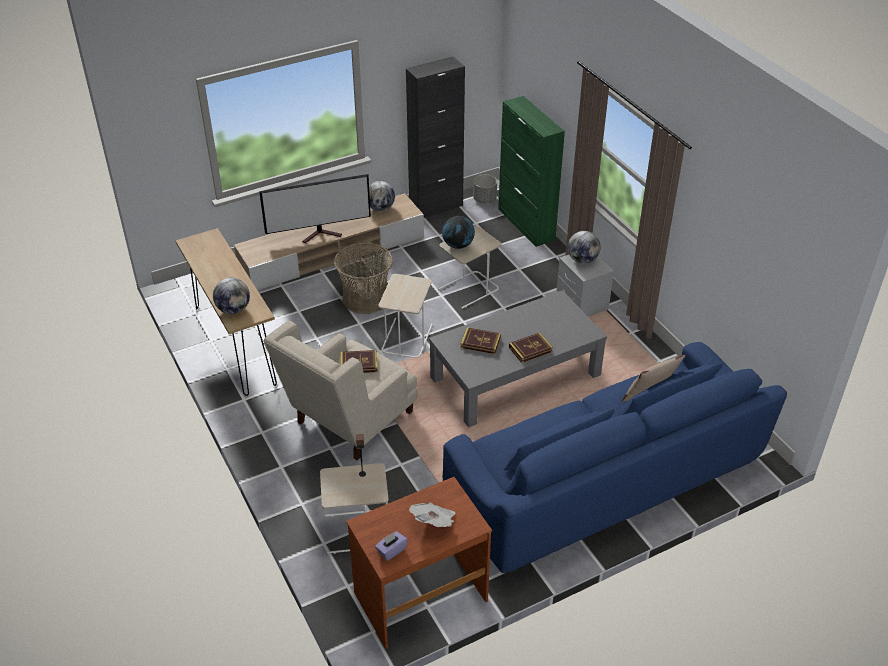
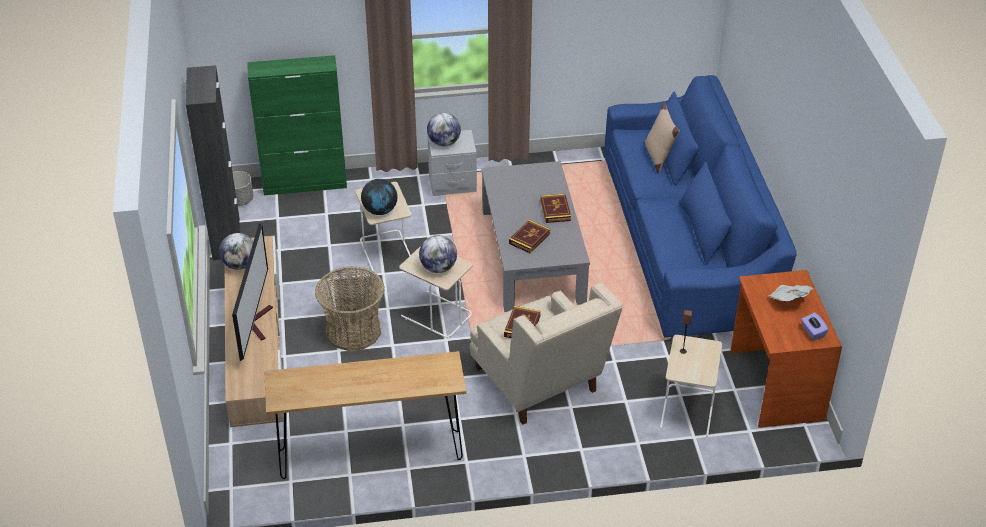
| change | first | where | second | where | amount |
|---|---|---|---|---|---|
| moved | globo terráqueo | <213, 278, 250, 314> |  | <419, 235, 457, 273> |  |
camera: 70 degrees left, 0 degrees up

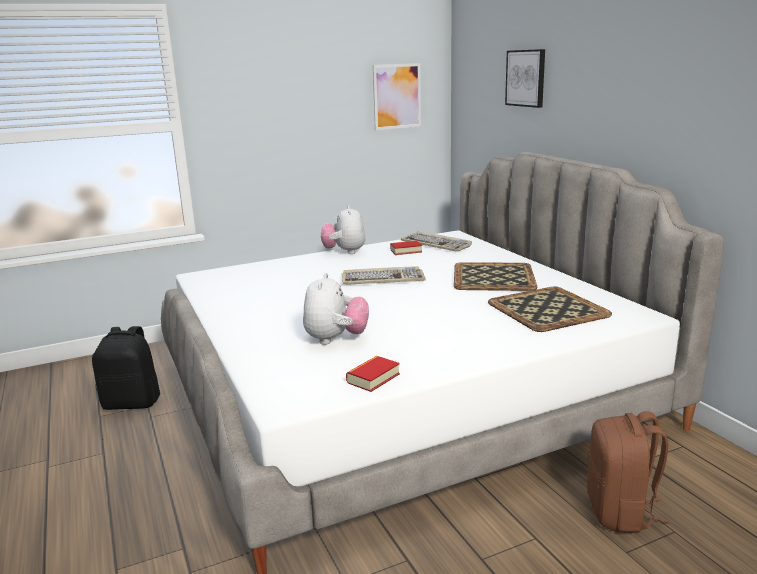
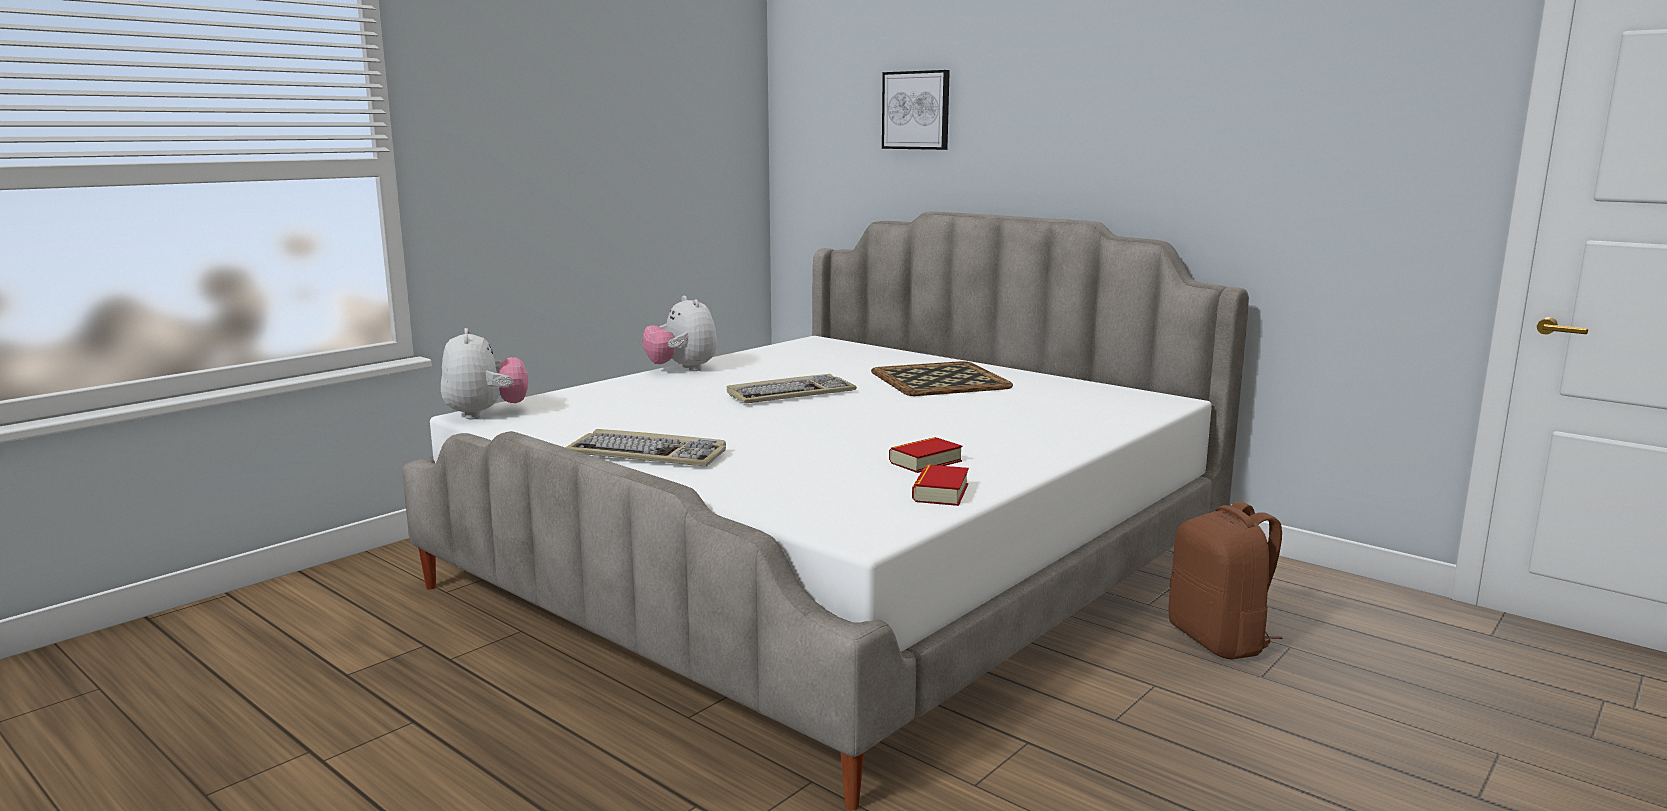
| change | first | where | second | where | amount |
|---|---|---|---|---|---|
| removed | mochila (negro) | <92, 326, 160, 410> |  |  |  |
| moved | peluche | <303, 273, 369, 345> |  | <441, 328, 528, 419> |  |
| removed | cuadro | <373, 63, 421, 130> |  |  |  |
| moved | libro | <390, 241, 422, 255> |  | <889, 437, 962, 473> |  |
| moved | teclado | <401, 231, 472, 252> |  | <565, 429, 726, 466> |  |
| removed | bandeja | <488, 287, 612, 332> |  |  |  |
camera: 25 degrees left, 5 degrees down

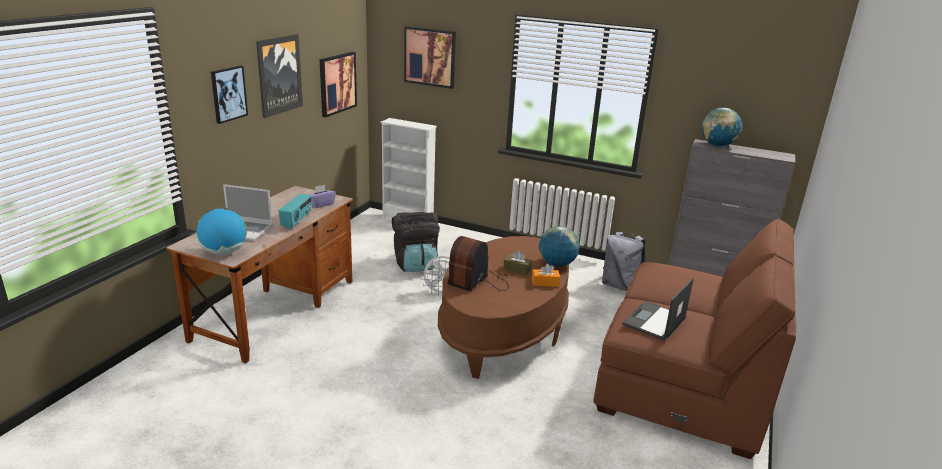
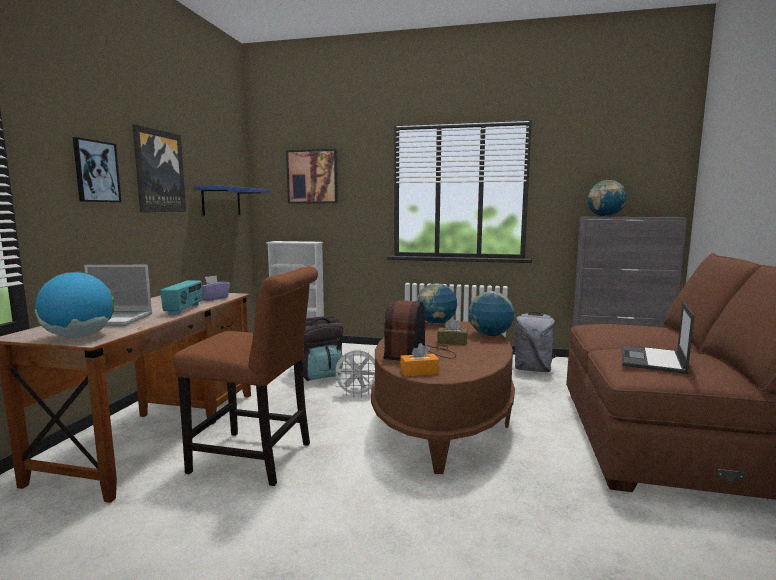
| change | first | where | second | where | amount |
|---|---|---|---|---|---|
| replaced | cuadro | <320, 52, 357, 117> | estante (azul) | <194, 186, 271, 215> |  |
| moved | caja de pañuelos (naranja) | <532, 264, 560, 287> |  | <400, 343, 439, 376> |  |
| added |  |  | silla (marrón) | <173, 266, 318, 486> |  |
| added |  |  | globo terráqueo | <417, 283, 457, 324> |  |
camera: 10 degrees left, 15 degrees down

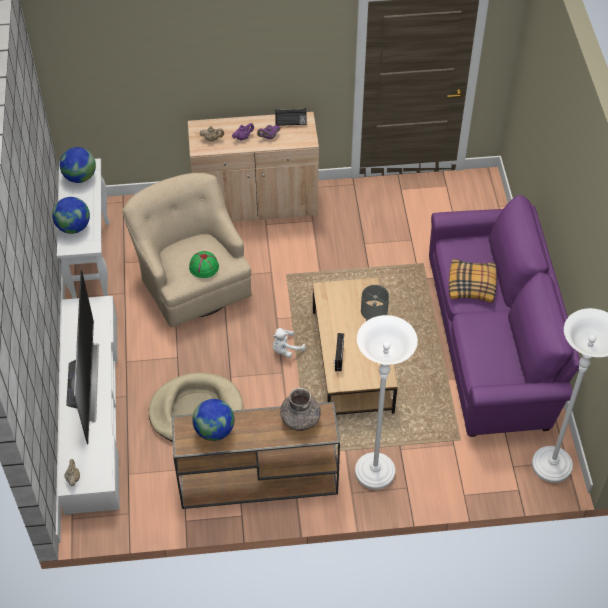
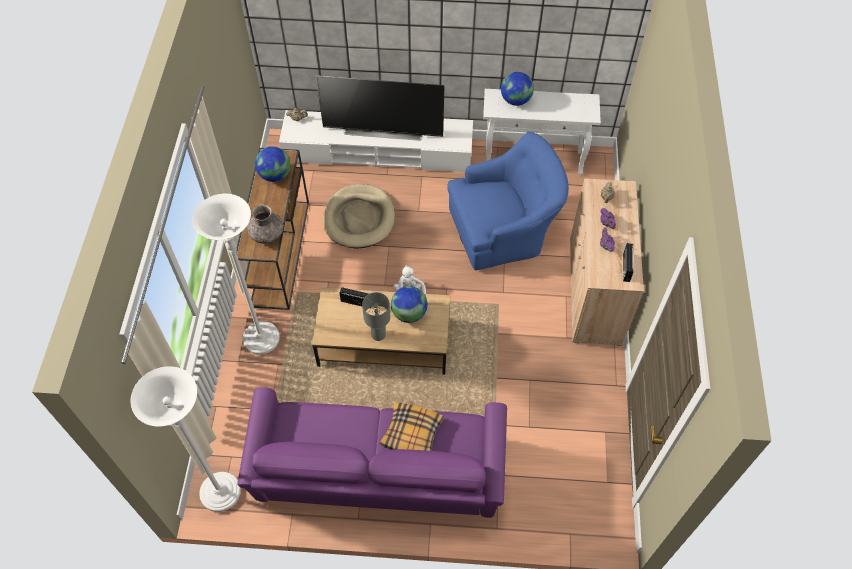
| change | first | where | second | where | amount |
|---|---|---|---|---|---|
| moved | globo terráqueo | <60, 147, 96, 183> |  | <391, 286, 428, 323> |  |
| recoloured | sillón (beis) | <122, 173, 251, 327> | sillón (azul) | <447, 132, 569, 270> |  |
| removed | sombrero (verde) | <189, 251, 219, 278> |  |  |  |
camera: 100 degrees right, 5 degrees up

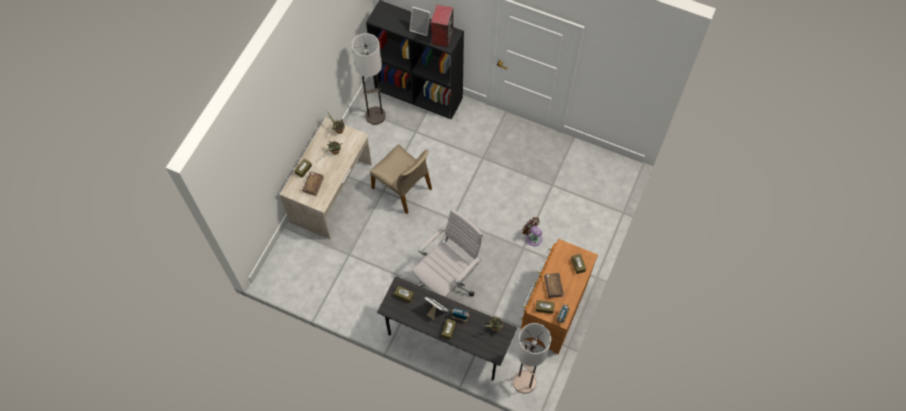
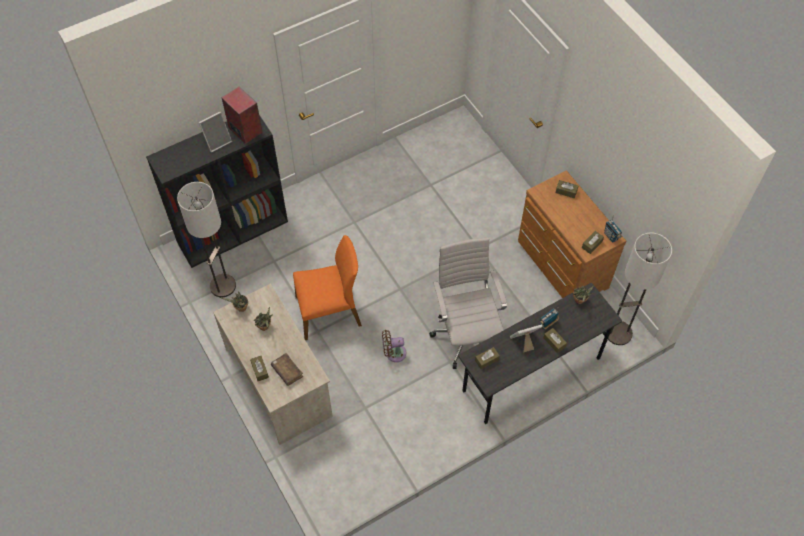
| change | first | where | second | where | amount |
|---|---|---|---|---|---|
| recoloured | silla (beis) | <370, 144, 432, 214> | silla (naranja) | <293, 235, 362, 340> |  |
| moved | ventilador (marrón) | <522, 217, 542, 246> |  | <382, 330, 406, 362> |  |
| removed | libro (marrón) | <544, 273, 564, 298> |  |  |  |
camera: 55 degrees left, 5 degrees down

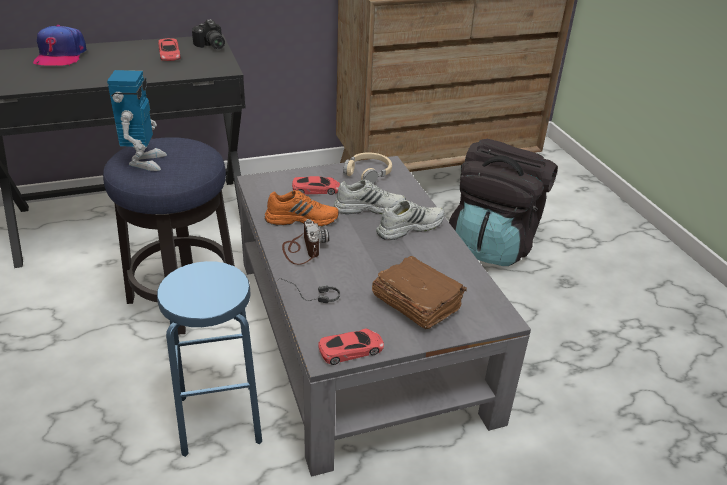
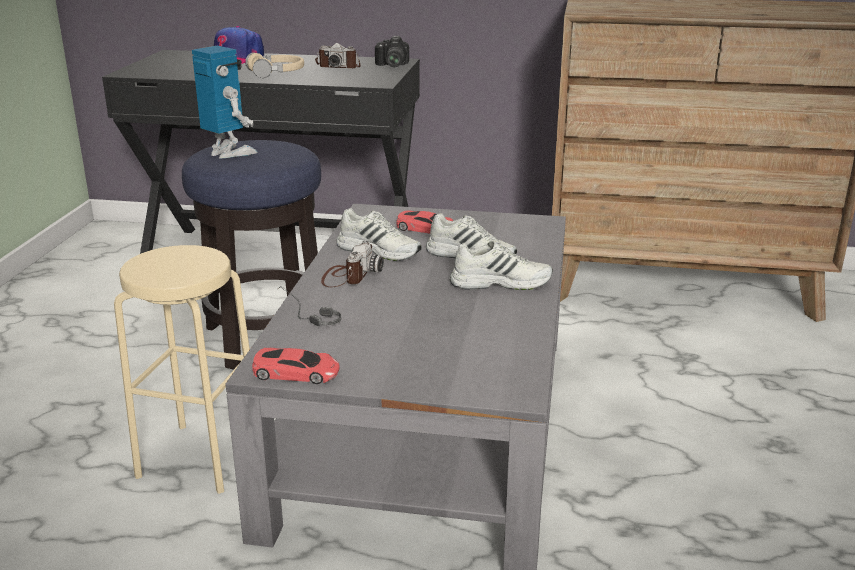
| change | first | where | second | where | amount |
|---|---|---|---|---|---|
| turned | robot de juguete | <107, 70, 167, 171> |  | <192, 46, 257, 159> | 75 degrees counterclockwise |
| recoloured | taburete (azul) | <157, 261, 262, 457> | taburete (beis) | <114, 245, 250, 494> |  |
| replaced | coche de juguete (rojo) | <158, 38, 181, 61> | cámara | <315, 43, 361, 68> |  |
| recoloured | zapato (naranja) | <264, 190, 339, 227> | zapato (blanco) | <337, 208, 422, 261> |  |
| moved | auriculares (beis) | <343, 153, 392, 184> |  | <245, 53, 304, 78> |  |
| removed | libro (marrón) | <372, 256, 467, 329> |  |  |  |
| removed | mochila (negro) | <449, 139, 558, 266> |  |  |  |
camera: 30 degrees right, 10 degrees down

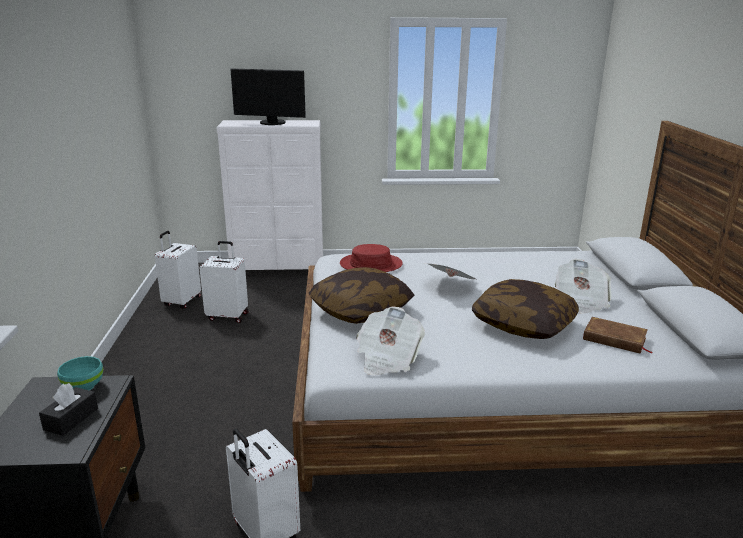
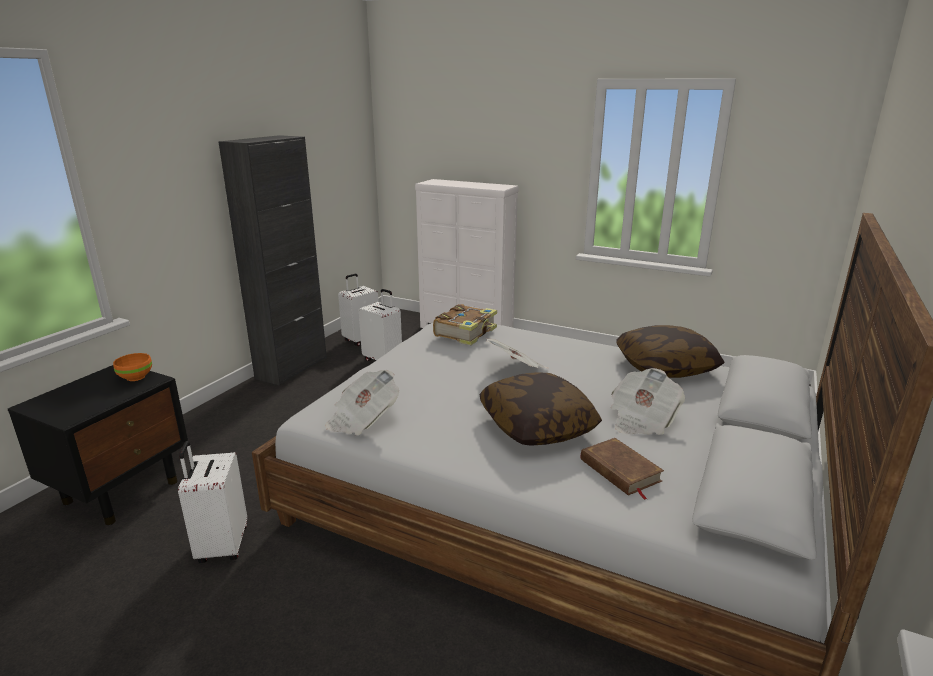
| change | first | where | second | where | amount |
|---|---|---|---|---|---|
| removed | caja de pañuelos (negro) | <39, 383, 98, 436> |  |  |  |
| recoloured | cuenco (turquesa) | <57, 356, 103, 390> | cuenco (naranja) | <113, 353, 152, 381> |  |
| removed | monitor | <230, 68, 306, 125> |  |  |  |
| moved | cojín | <309, 267, 414, 324> |  | <616, 325, 725, 378> |  |
| replaced | sombrero (rojo) | <340, 244, 403, 272> | libro | <433, 304, 497, 345> |  |
| added |  |  | armario (negro) | <219, 135, 327, 386> |  |
camera: 30 degrees right, 0 degrees up

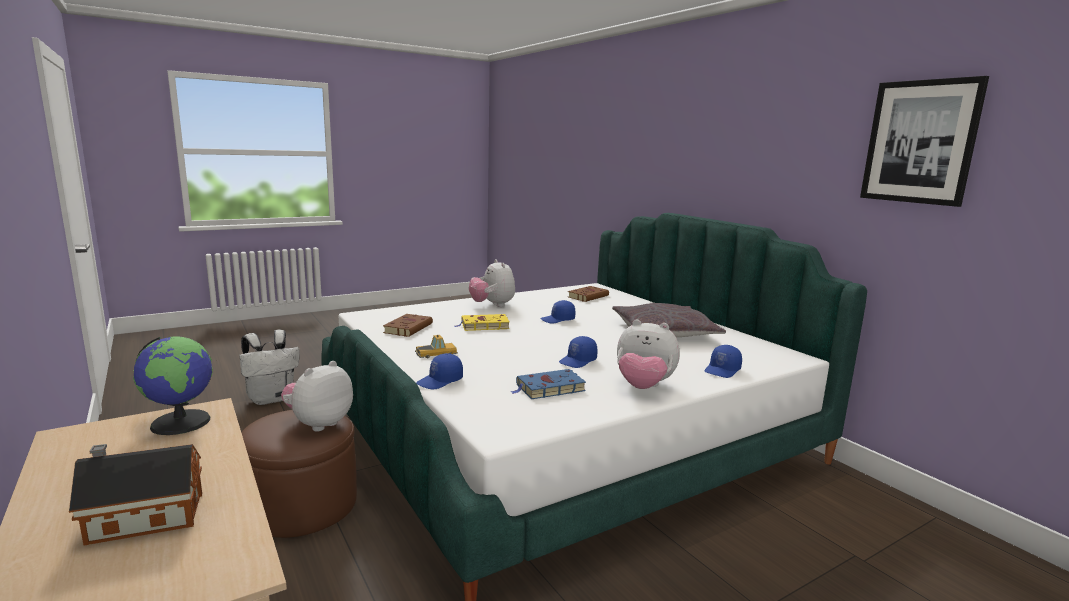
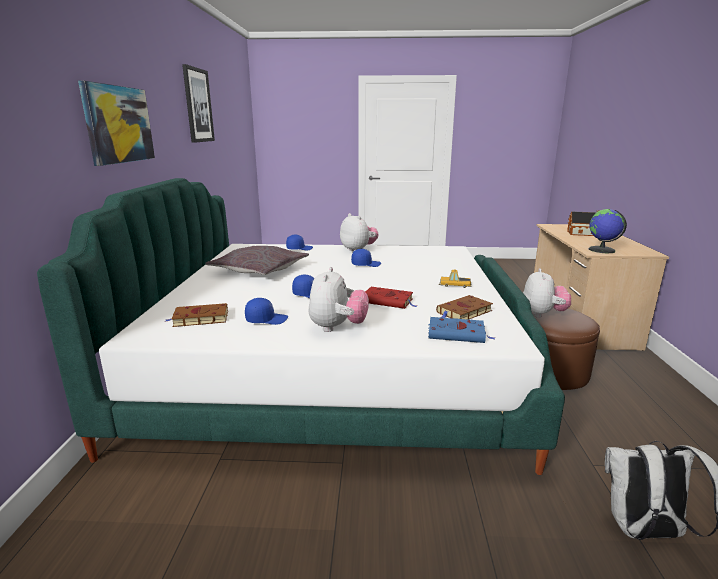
| change | first | where | second | where | amount |
|---|---|---|---|---|---|
| turned | peluche | <281, 361, 353, 432> |  | <523, 268, 571, 318> | 60 degrees counterclockwise |
| moved | gorra (azul) | <416, 353, 463, 390> |  | <245, 298, 288, 325> |  |
| recoloured | libro (amarillo) | <455, 314, 510, 331> | libro (rojo) | <365, 287, 416, 309> |  |
| moved | libro (azul) | <511, 369, 586, 399> |  | <428, 317, 495, 343> |  |
| added |  |  | cuadro | <78, 81, 155, 166> |  |
camera: 145 degrees left, 5 degrees up

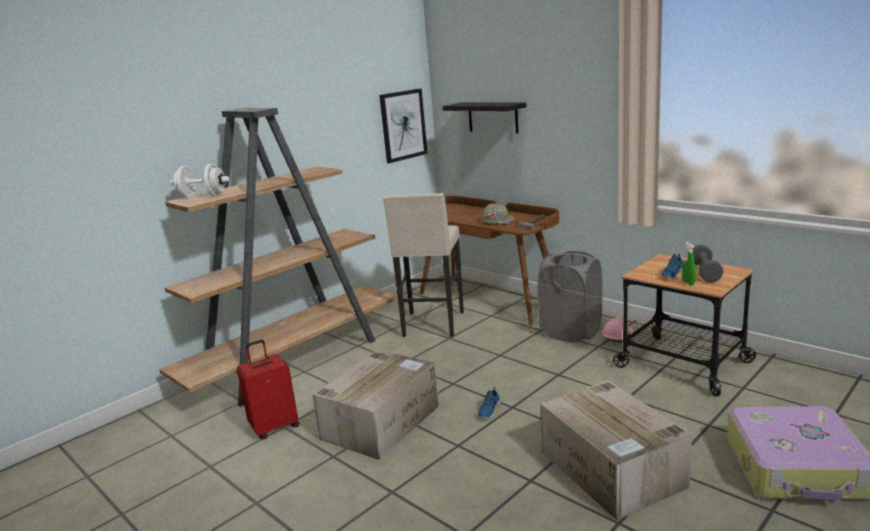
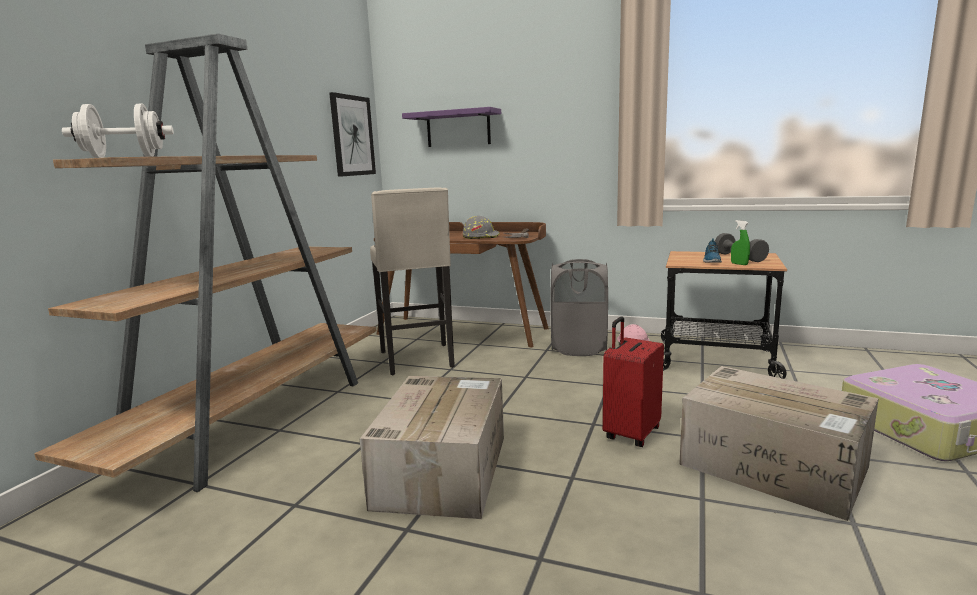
| change | first | where | second | where | amount |
|---|---|---|---|---|---|
| moved | maleta (rojo) | <237, 340, 299, 439> |  | <603, 317, 664, 447> |  |
| recoloured | estante (negro) | <442, 102, 526, 133> | estante (morado) | <402, 107, 501, 147> |  |
| removed | zapato | <478, 387, 500, 419> |  |  |  |
camera: 25 degrees left, 5 degrees down

